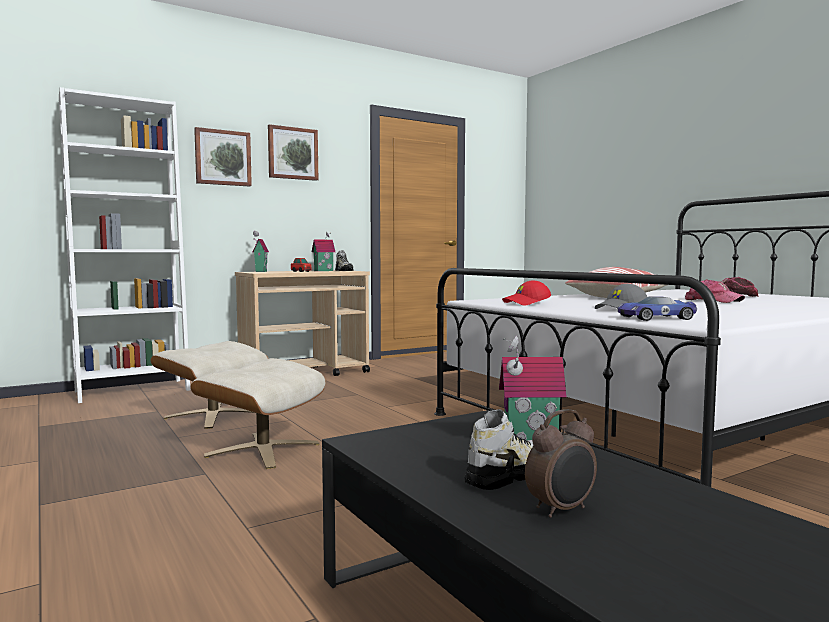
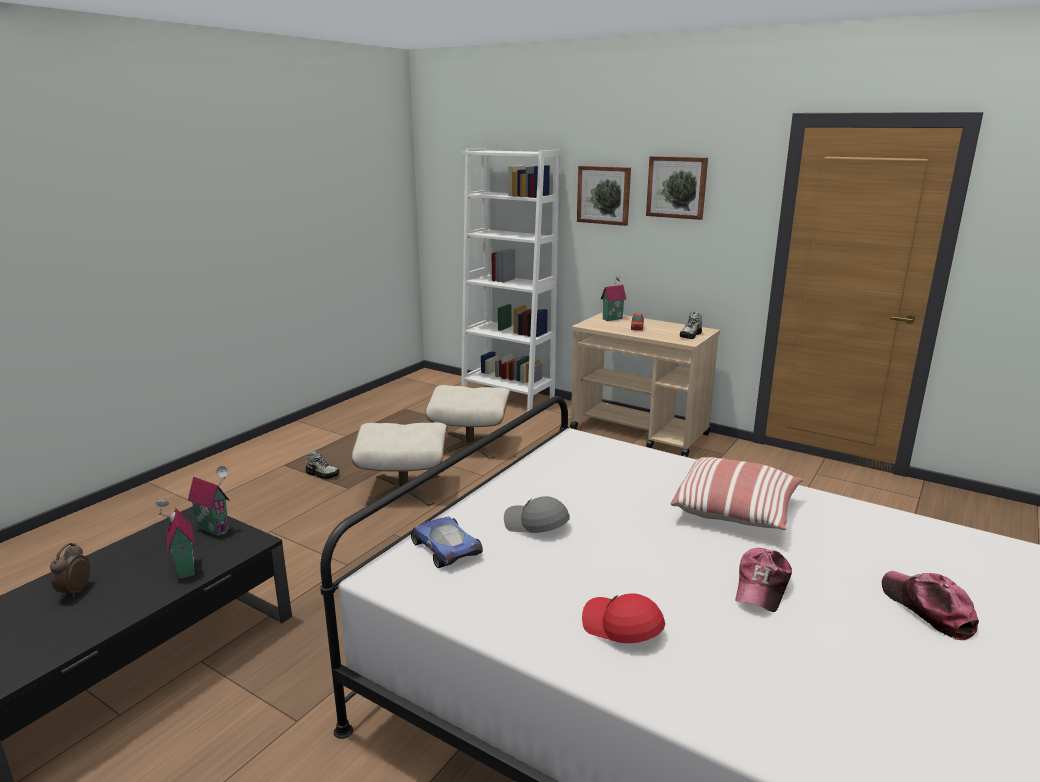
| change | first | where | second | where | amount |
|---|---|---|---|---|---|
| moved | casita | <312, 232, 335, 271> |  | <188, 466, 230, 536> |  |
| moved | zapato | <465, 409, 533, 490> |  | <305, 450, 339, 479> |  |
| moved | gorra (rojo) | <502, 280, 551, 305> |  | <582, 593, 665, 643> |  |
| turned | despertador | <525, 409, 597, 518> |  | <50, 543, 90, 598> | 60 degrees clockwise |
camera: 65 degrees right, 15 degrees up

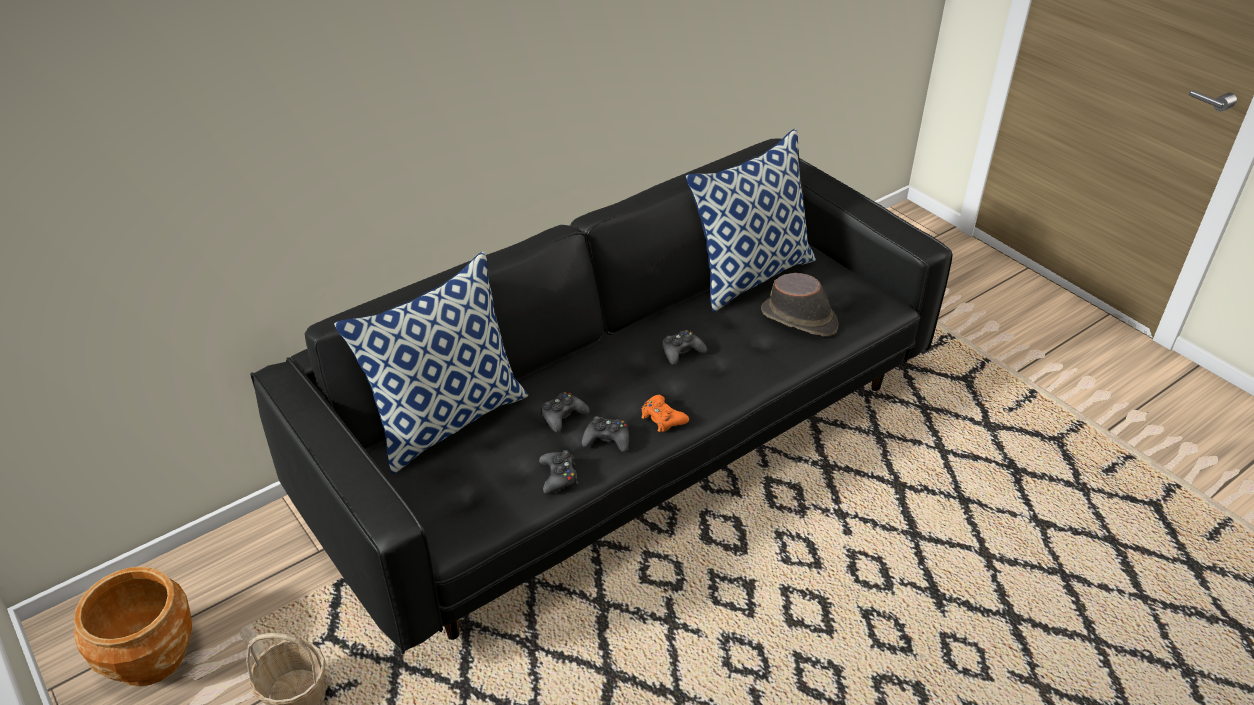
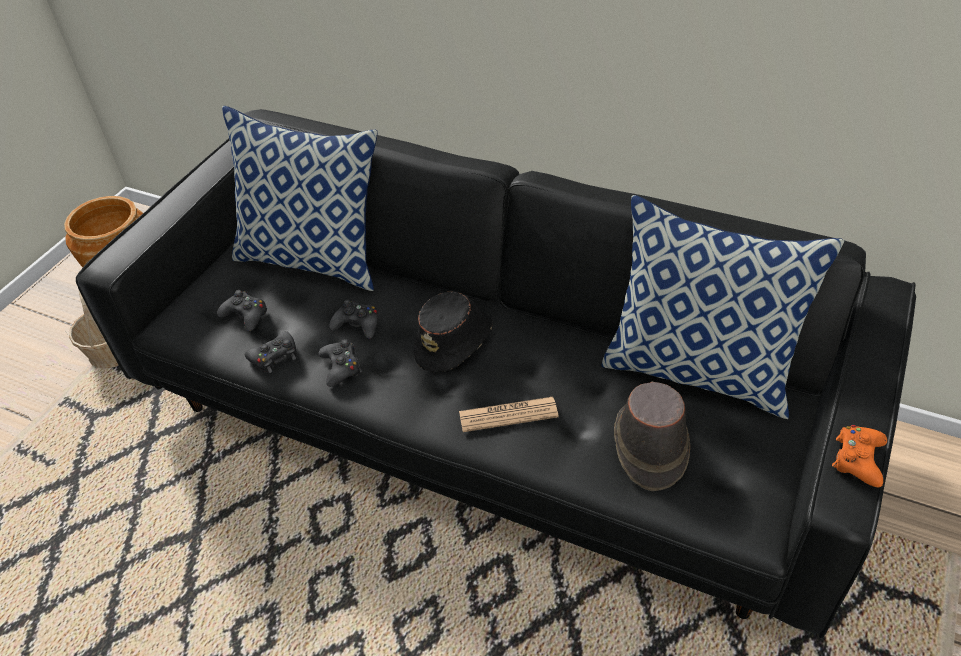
| change | first | where | second | where | amount |
|---|---|---|---|---|---|
| moved | mando de consola (naranja) | <641, 395, 689, 432> |  | <832, 425, 887, 487> |  |
| moved | mando de consola (negro) | <662, 330, 707, 365> |  | <217, 290, 267, 331> |  |
| added |  |  | sombrero (negro) | <414, 292, 492, 372> |  |
| added |  |  | periódico | <459, 397, 559, 432> |  |
camera: 65 degrees right, 5 degrees up

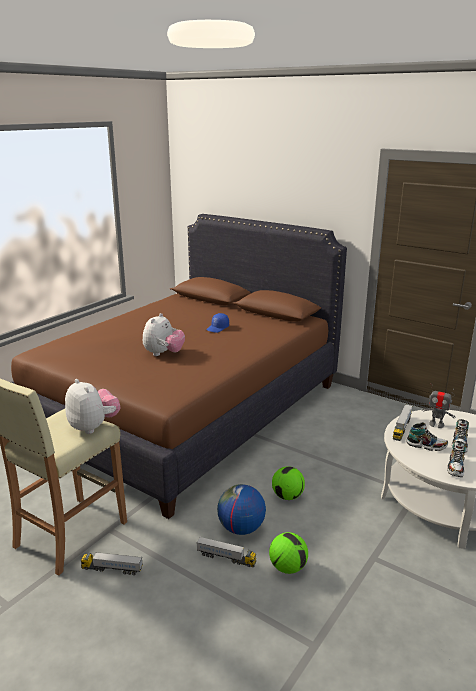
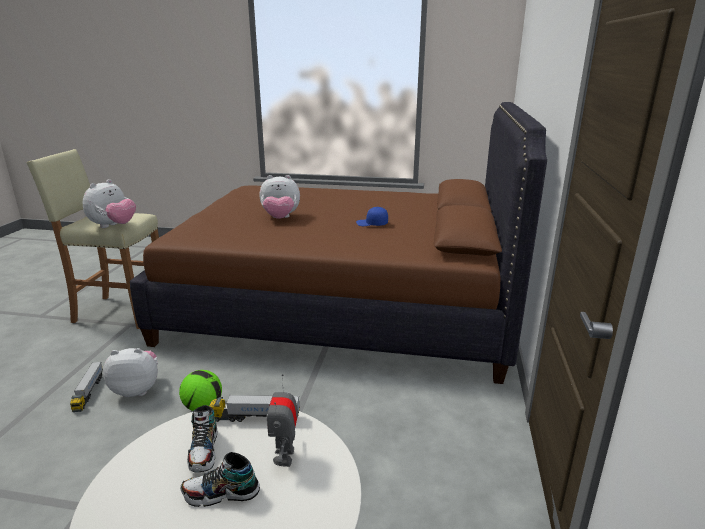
| change | first | where | second | where | amount |
|---|---|---|---|---|---|
| removed | camión de juguete | <81, 552, 143, 575> |  |  |  |
| replaced | globo terráqueo | <217, 484, 266, 535> | peluche | <103, 348, 158, 397> |  |
| removed | balón de fútbol | <269, 532, 308, 574> |  |  |  |
| removed | zapato | <447, 441, 466, 477> |  |  |  |
camera: 65 degrees right, 0 degrees up

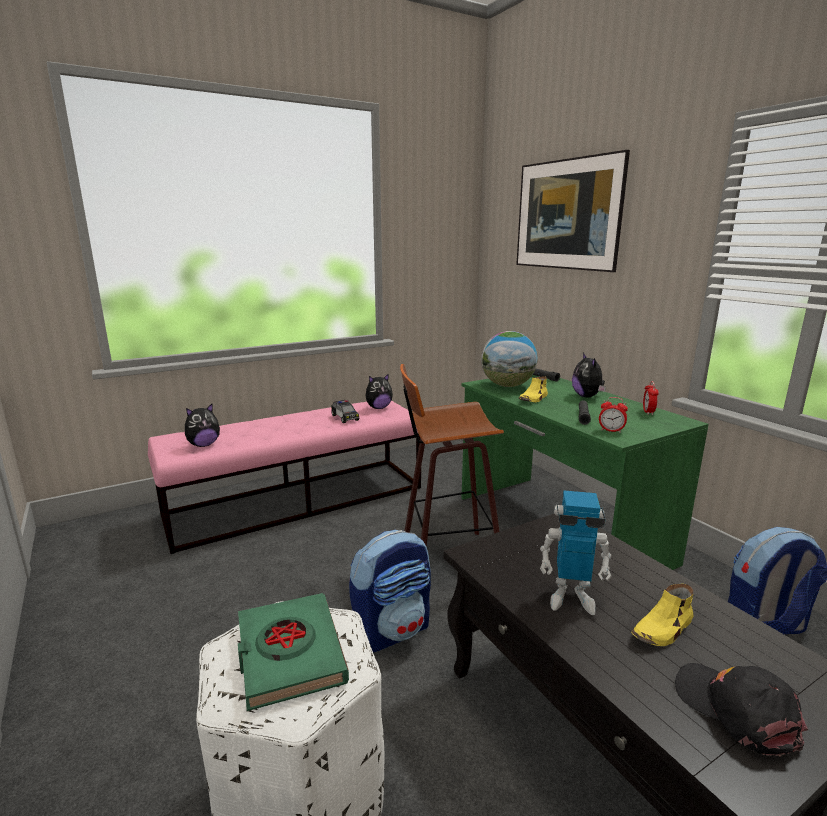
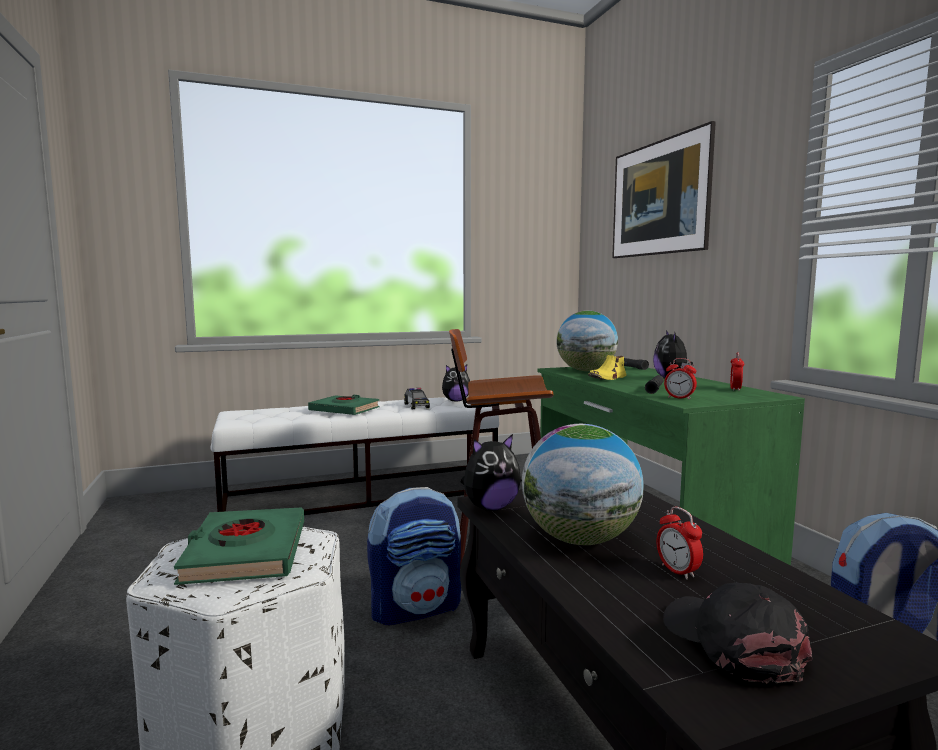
| change | first | where | second | where | amount |
|---|---|---|---|---|---|
| recoloured | banco (rosa) | <148, 401, 421, 554> | banco (blanco) | <210, 396, 499, 515> |  |
| moved | peluche | <185, 404, 220, 447> |  | <461, 434, 521, 511> |  |
| replaced | robot de juguete | <540, 490, 612, 615> | globo terráqueo | <522, 424, 644, 545> |  |
| replaced | zapato (amarillo) | <631, 584, 693, 646> | despertador | <656, 507, 703, 580> |  |
| added |  |  | libro (verde) | <308, 395, 379, 415> |  |
camera: 10 degrees right, 10 degrees down

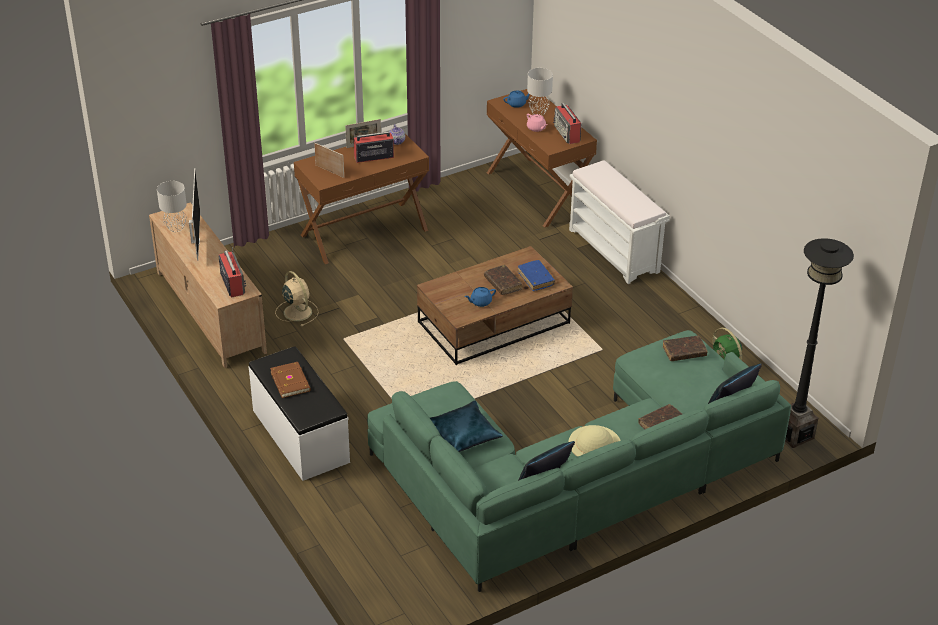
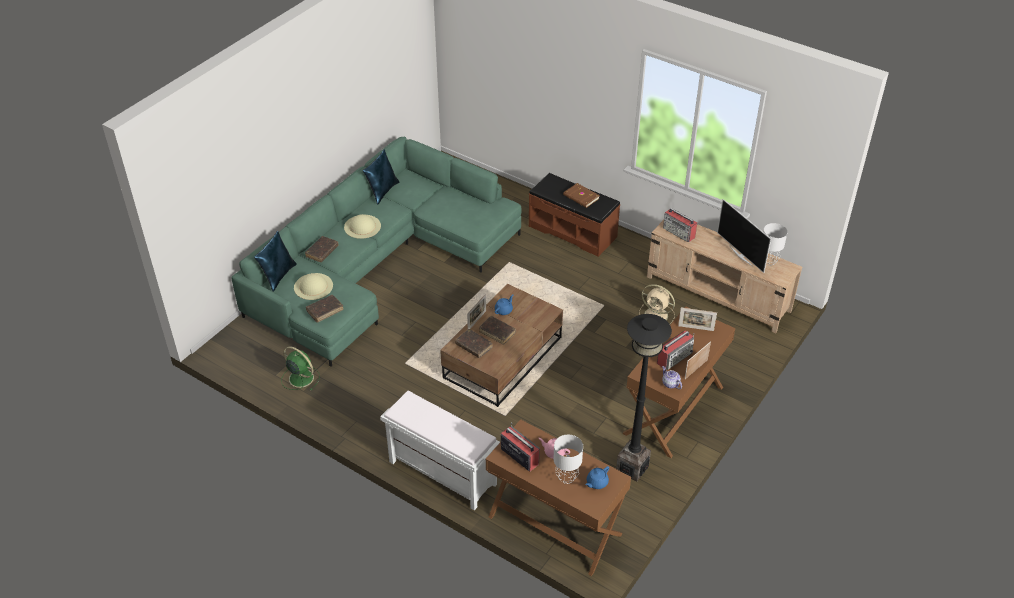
| change | first | where | second | where | amount |
|---|---|---|---|---|---|
| recoloured | banco (blanco) | <248, 346, 350, 481> | banco (marrón) | <529, 173, 620, 257> |  |
| removed | cojín (azul) | <430, 401, 503, 452> |  |  |  |
| recoloured | libro (azul) | <518, 260, 555, 291> | libro (marrón) | <455, 329, 493, 358> |  |
| moved | lámpara de pie (negro) | <785, 238, 854, 448> |  | <616, 314, 672, 482> |  |
| added |  |  | sombrero (beis) | <294, 273, 333, 300> |  |
| added |  |  | portarretratos | <467, 293, 486, 329> |  |
camera: 155 degrees right, 5 degrees up

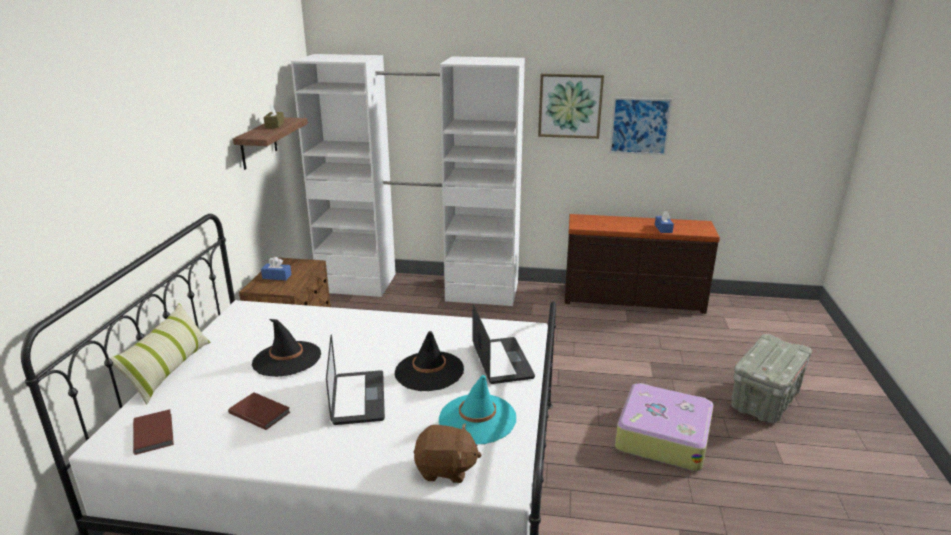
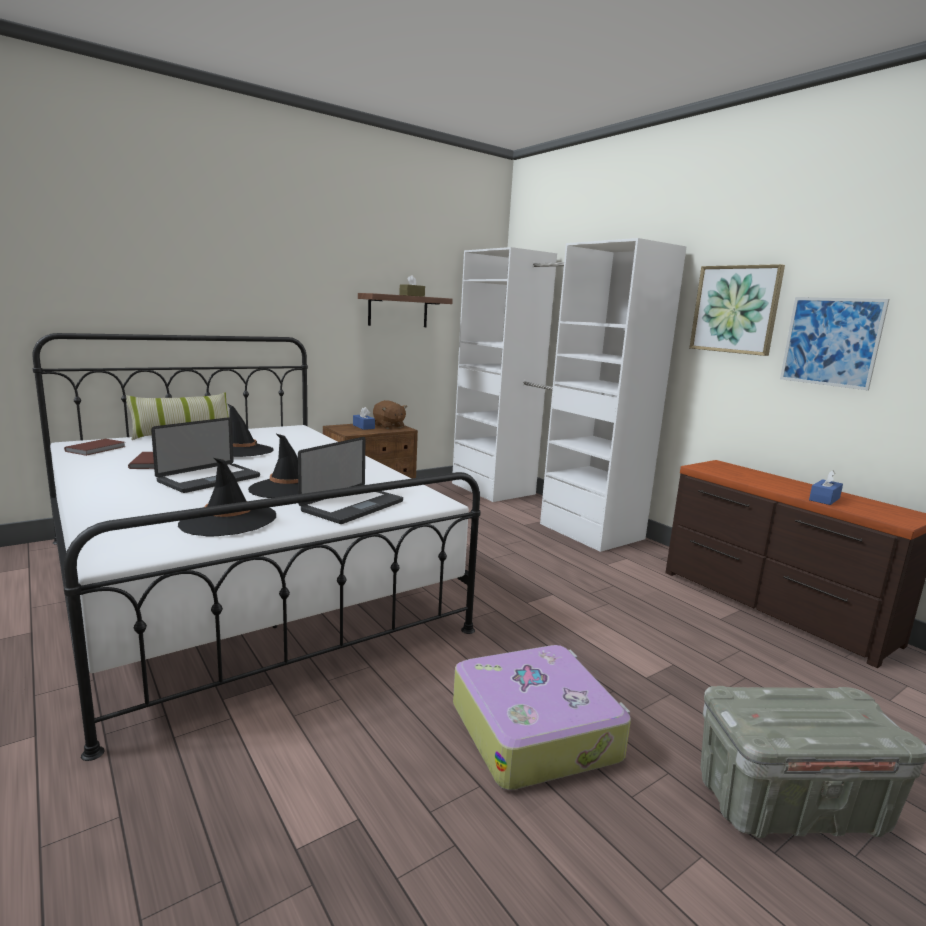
| change | first | where | second | where | amount |
|---|---|---|---|---|---|
| moved | peluche (marrón) | <414, 423, 481, 483> |  | <373, 400, 407, 429> |  |
| recoloured | sombrero (turquesa) | <439, 375, 516, 444> | sombrero (negro) | <178, 458, 276, 536> |  |
camera: 45 degrees right, 10 degrees down

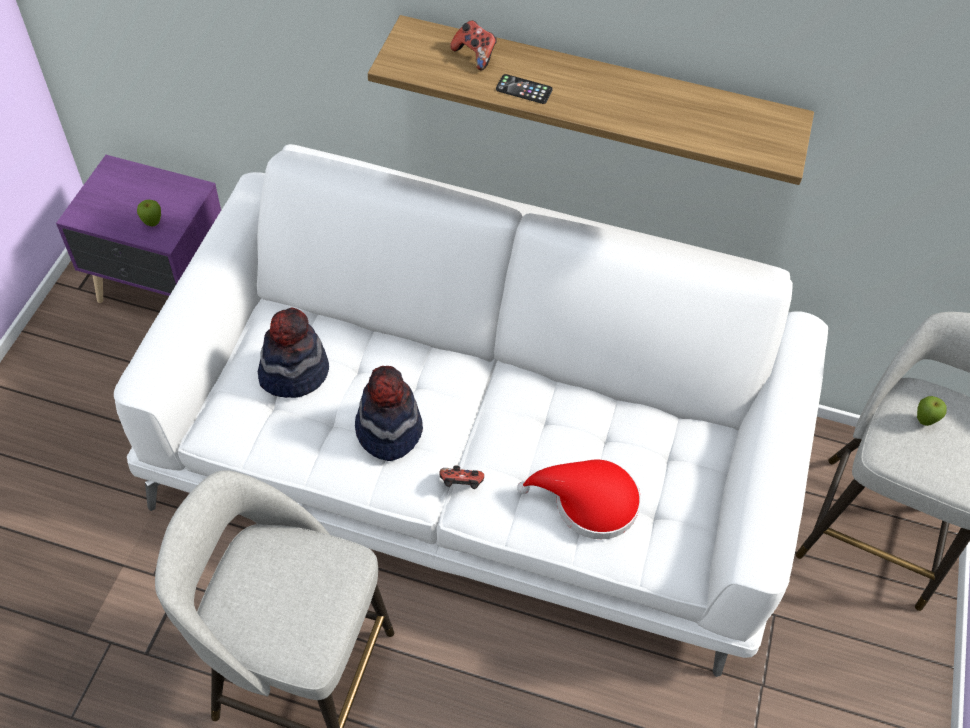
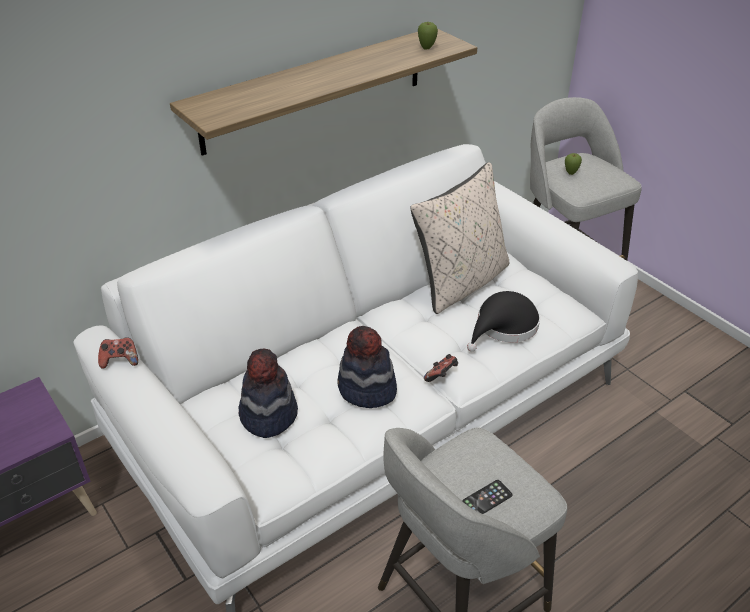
| change | first | where | second | where | amount |
|---|---|---|---|---|---|
| moved | manzana | <137, 200, 161, 226> |  | <418, 22, 438, 50> |  |
| moved | mando de consola | <450, 20, 497, 70> |  | <98, 337, 138, 368> |  |
| moved | móvil | <496, 74, 553, 104> |  | <462, 480, 513, 514> |  |
| recoloured | sombrero (rojo) | <517, 459, 641, 539> | sombrero (negro) | <467, 291, 540, 352> |  |
| added |  |  | cojín (beis) | <410, 162, 510, 314> |  |
camera: 50 degrees left, 15 degrees down

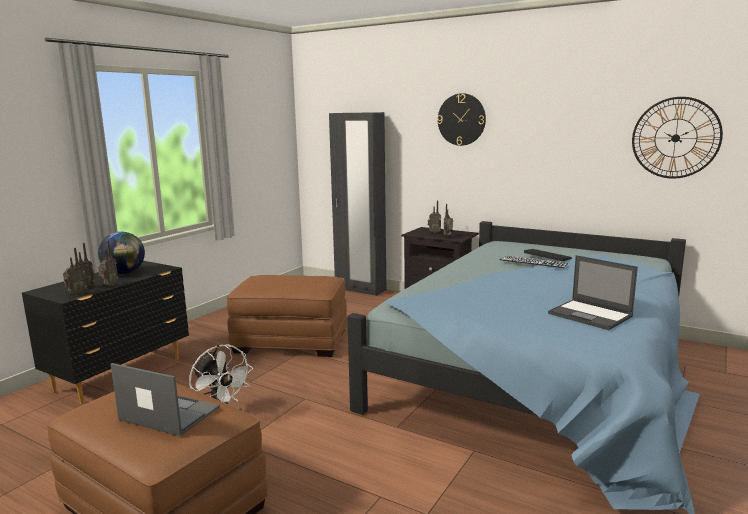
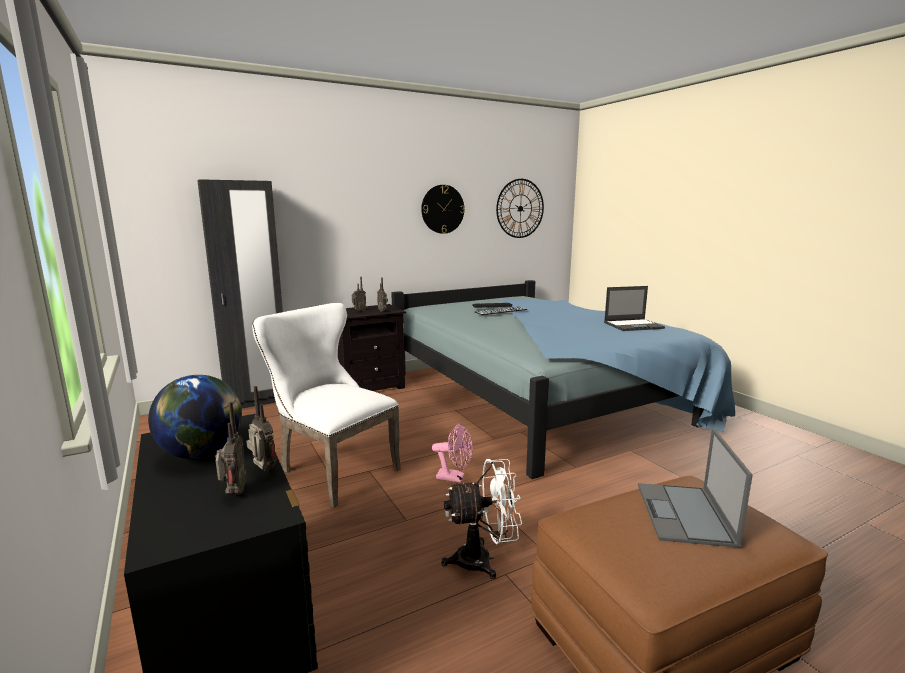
| change | first | where | second | where | amount |
|---|---|---|---|---|---|
| removed | radio | <63, 248, 87, 296> |  |  |  |
| turned | portátil | <111, 363, 220, 436> |  | <638, 428, 753, 548> | 45 degrees counterclockwise |
| replaced | puf (marrón) | <227, 275, 347, 357> | silla (blanco) | <252, 303, 401, 508> |  |
| moved | reloj de pared | <437, 93, 486, 146> |  | <421, 185, 465, 234> |  |
| added |  |  | ventilador (rosa) | <432, 424, 473, 483> |  |
camera: 60 degrees left, 0 degrees up

